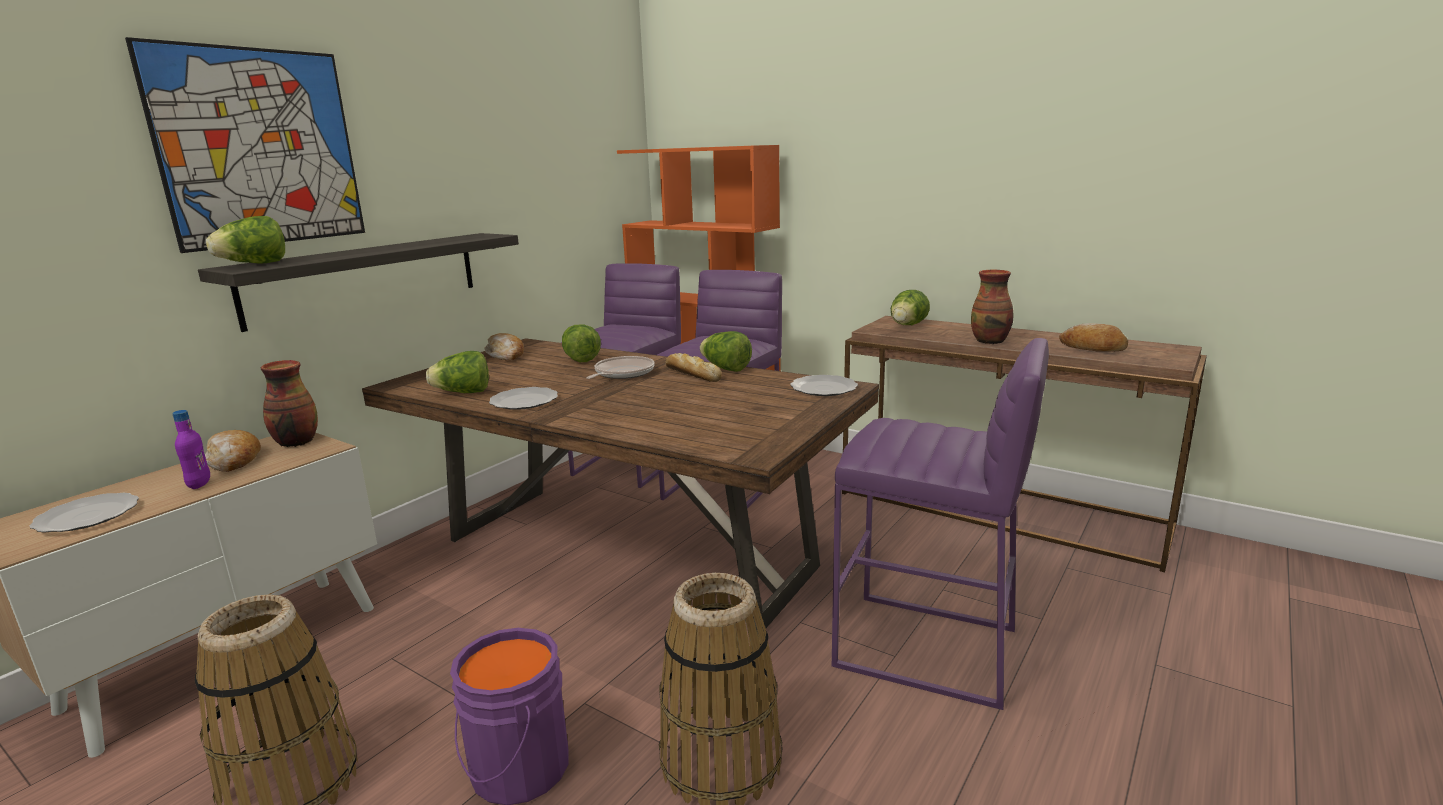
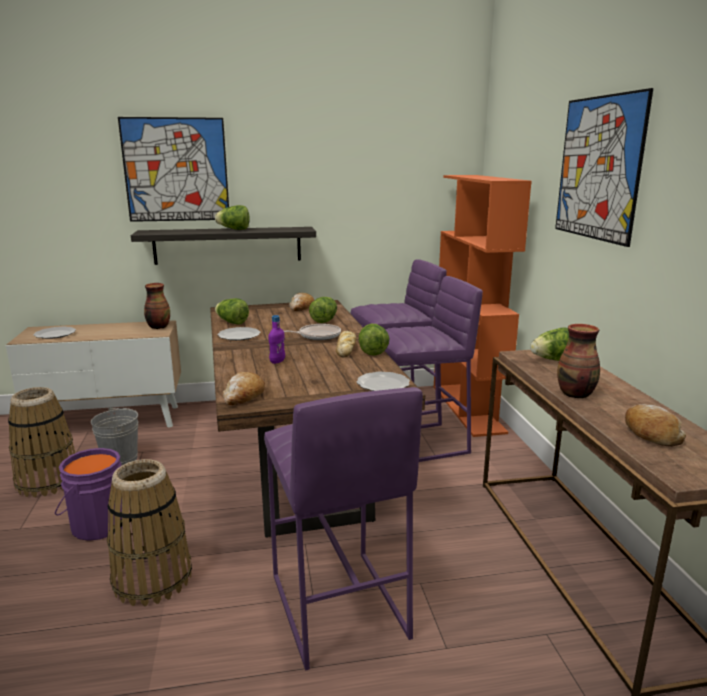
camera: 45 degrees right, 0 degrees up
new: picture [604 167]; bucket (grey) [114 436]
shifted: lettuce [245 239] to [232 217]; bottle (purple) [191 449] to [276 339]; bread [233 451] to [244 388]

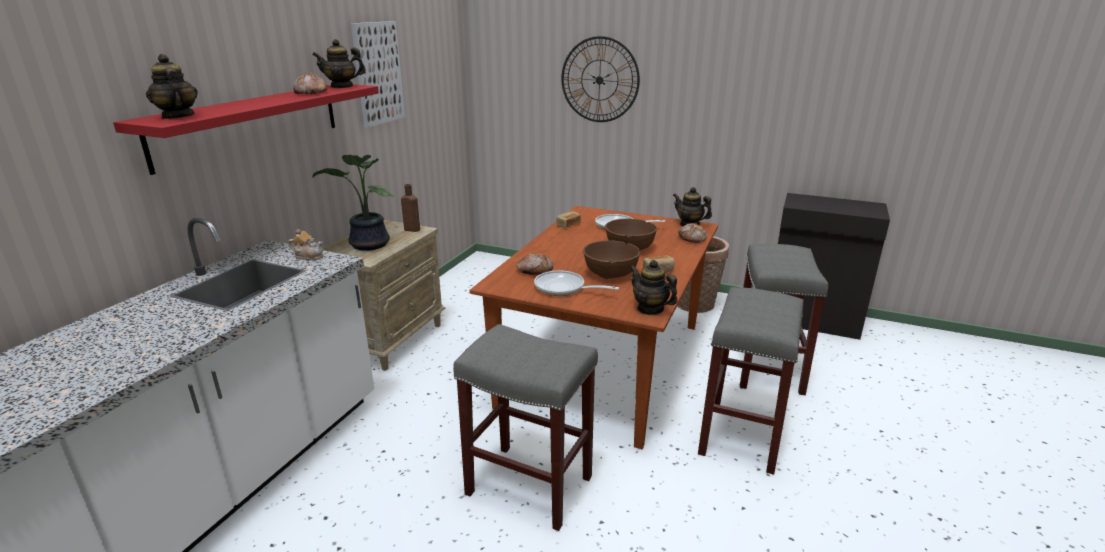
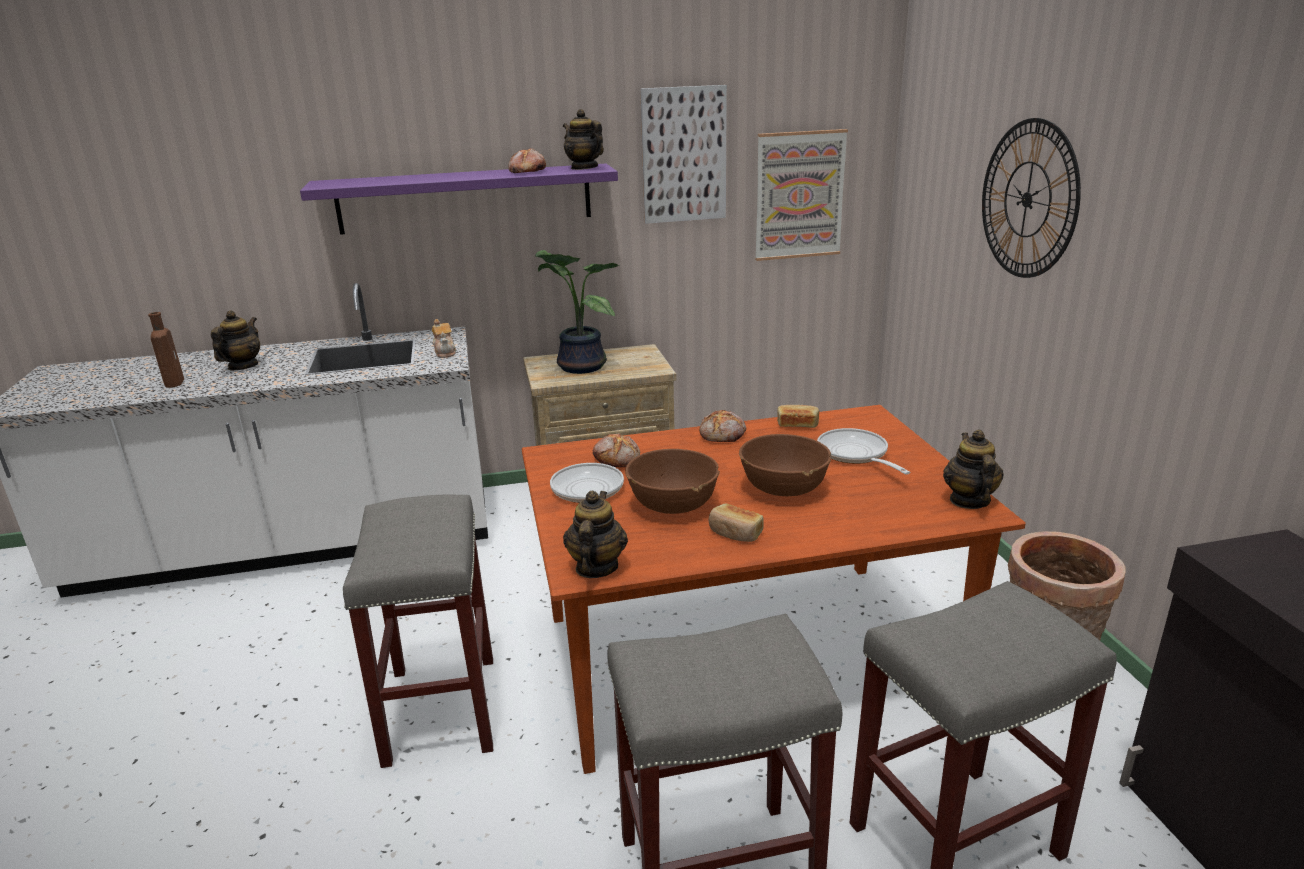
camera: 55 degrees right, 0 degrees up
new: picture [801 195]
shifted: teapot [172 86] to [235 340]; bottle (brown) [410 208] to [166 350]; bread [692 233] to [722 426]
repainted: shelf (red) [246 129] to shelf (purple) [459 199]

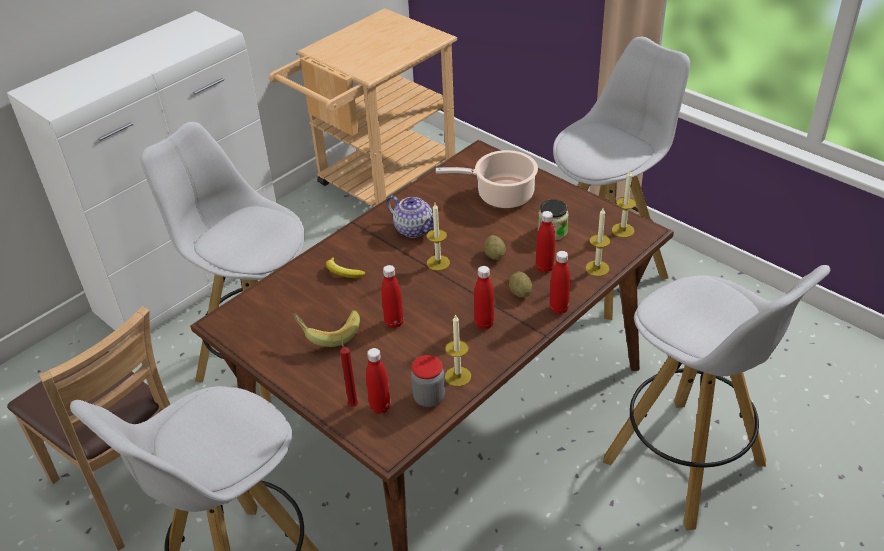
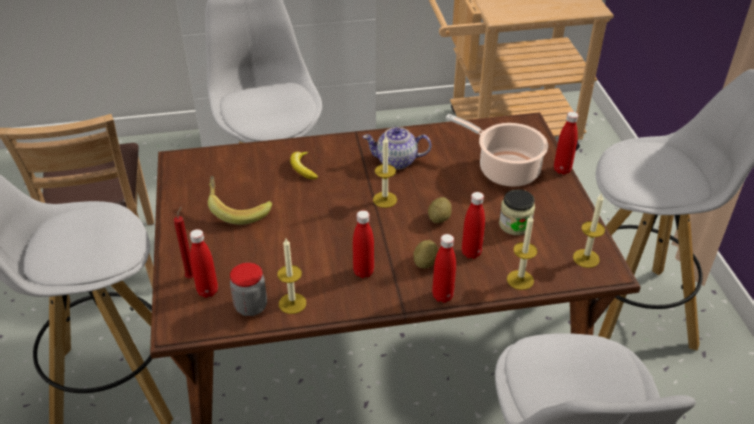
camera: 35 degrees right, 0 degrees up
shifted: bottle (red) [393 296] to [566 143]
rotated: teapot [413 216] = [397 148] 105 degrees clockwise

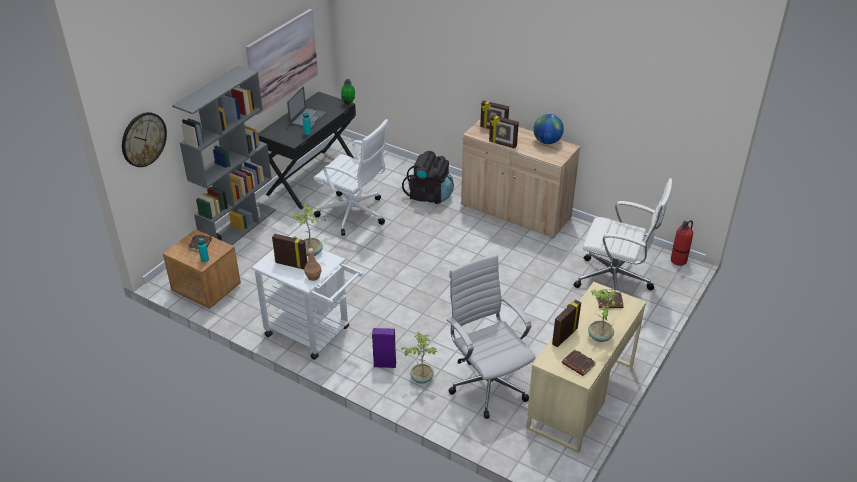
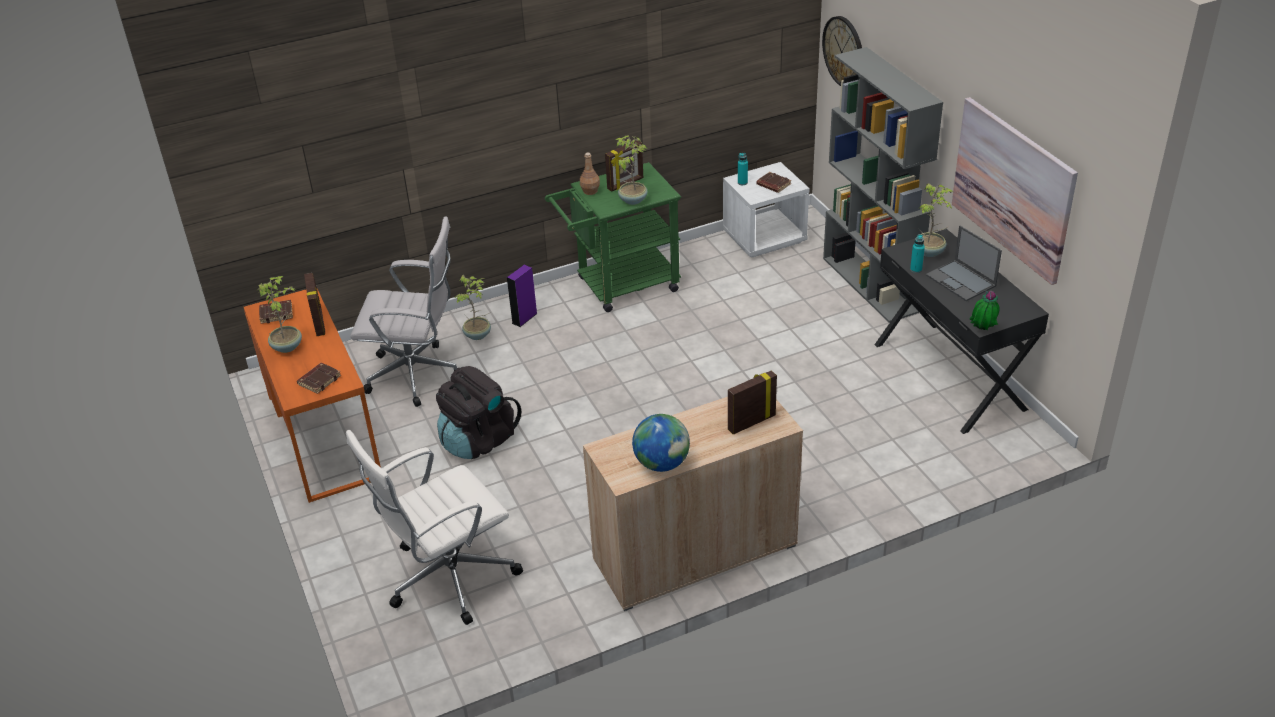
camera: 125 degrees right, 0 degrees up
gone: picture frame [504 132]; office chair (white) [351 177]; fire extinguisher [682 243]
new: potted plant [936 220]
shifted: backpack (black) [428 177] to [478 412]
repainted: nightstand (brown) [202 269] to nightstand (white) [766 209]; cart (white) [307 298] to cart (green) [613 237]; desk (beige) [586 367] to desk (orange) [312 396]

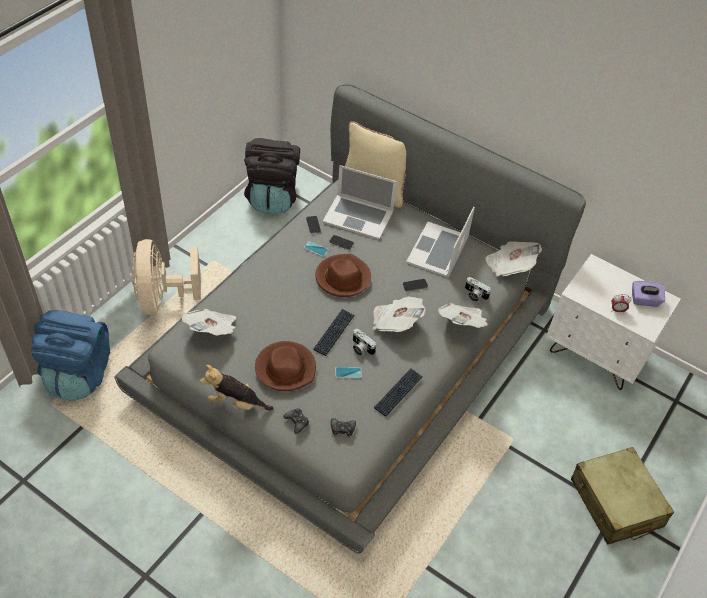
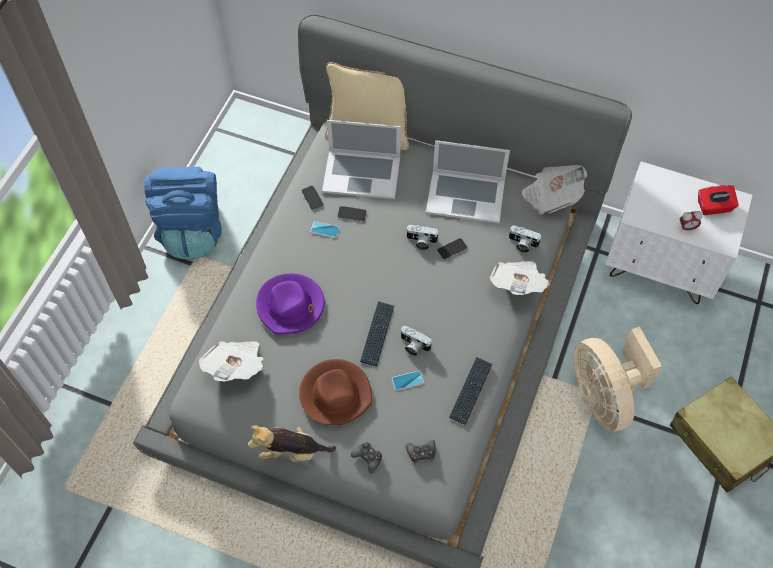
camera: 10 degrees left, 10 degrees up
gone: backpack (black) [272 176]; hat (brown) [343 275]; newspaper [399 314]
new: photo camera [422 237]; hat (purple) [290 303]
shifted: fan (beige) [166 277] to [618 379]; backpack (blue) [70 355] to [183 213]
repainted: tissue box (purple) [648 294] to tissue box (red) [718 200]
rotated: laptop [440 242] = [468 181] 90 degrees counterclockwise

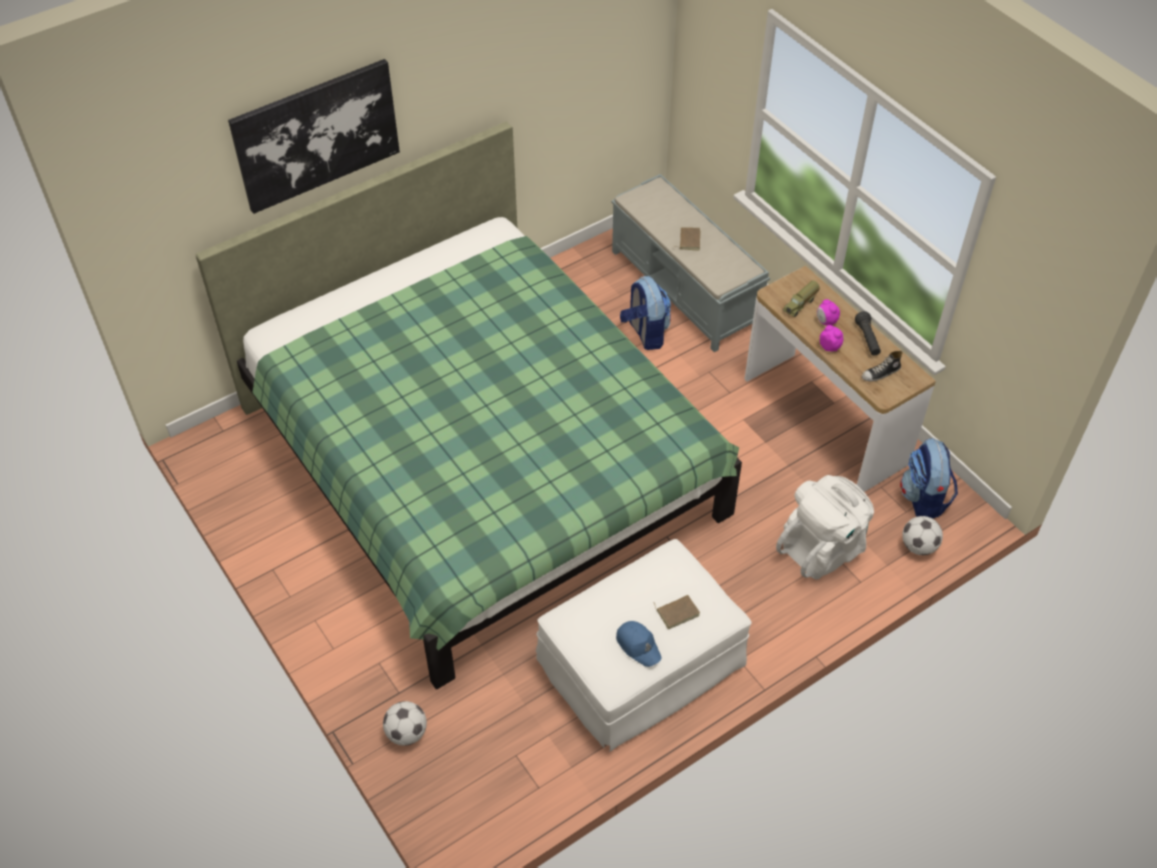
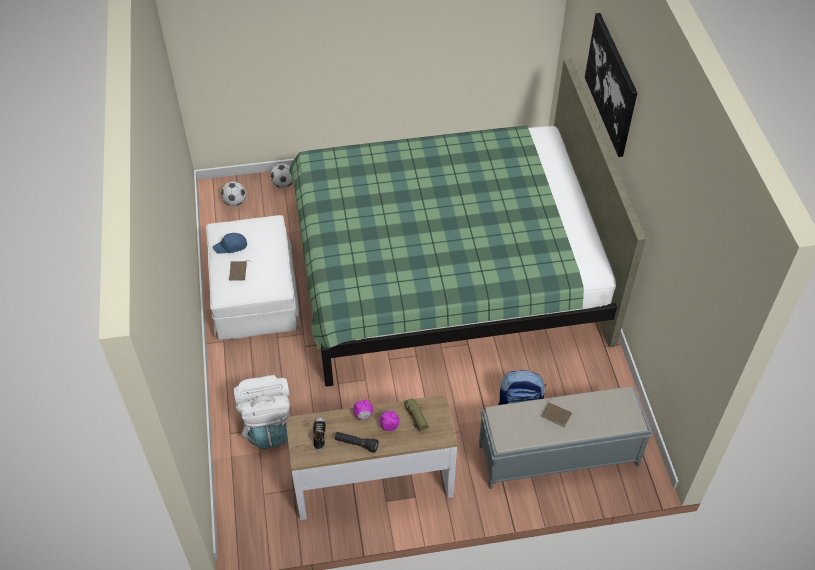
camera: 115 degrees right, 0 degrees up
gone: backpack [929 478]
shifted: football [922 535] to [233 193]

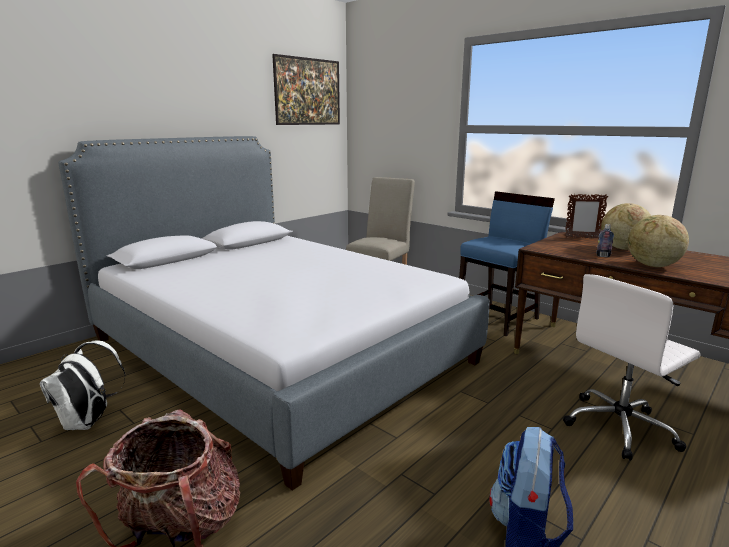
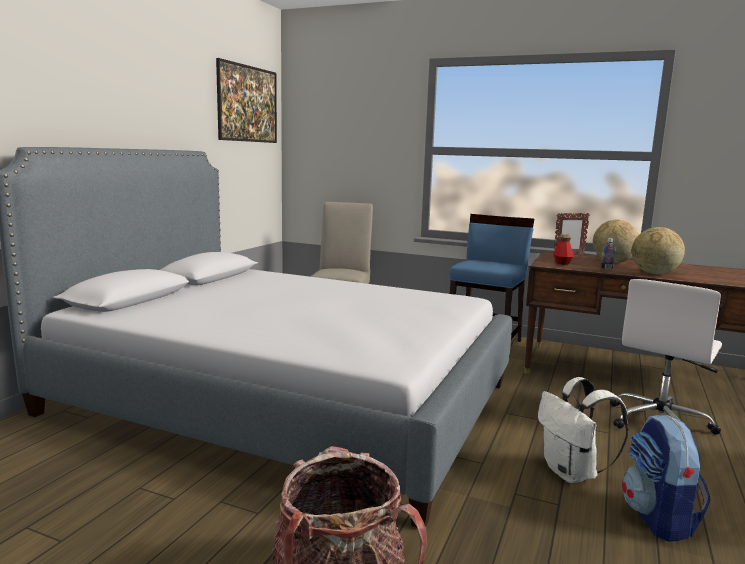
camera: 20 degrees left, 5 degrees down
new: bottle [563 249]
shifted: backpack (white) [83 385] to [583 430]

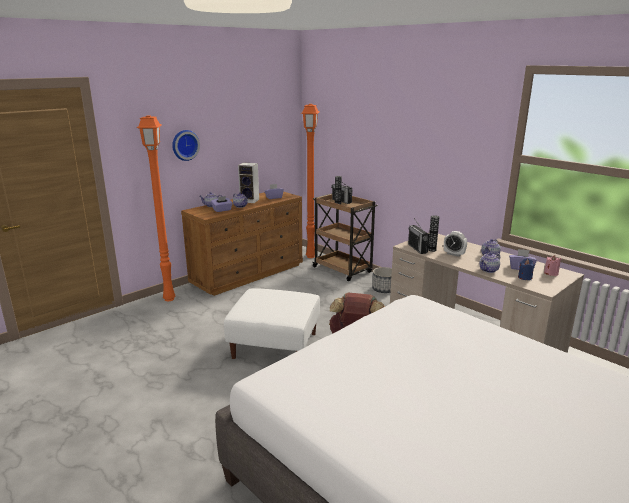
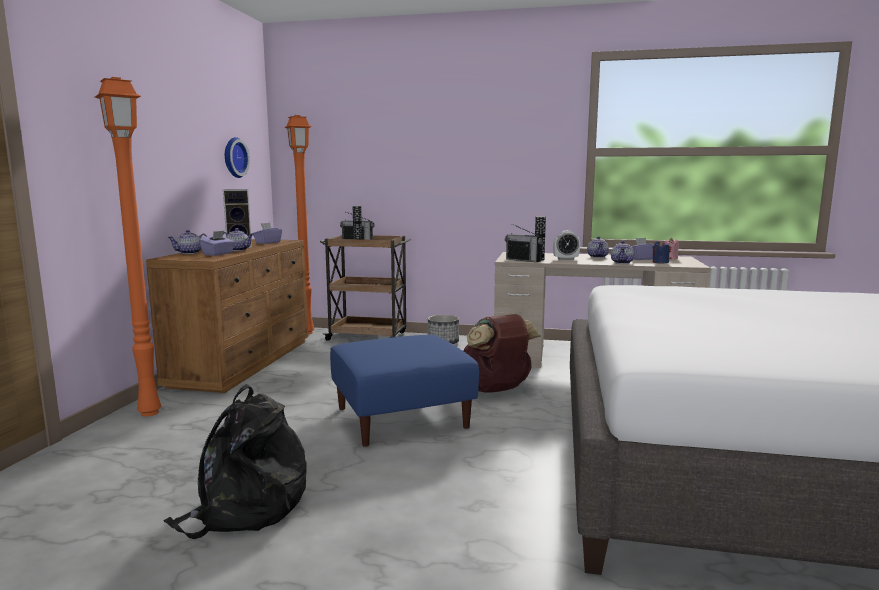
camera: 35 degrees left, 10 degrees down
new: backpack (black) [235 461]
shifted: wall clock [186 145] to [237 157]
repainted: ottoman (white) [272 323] to ottoman (blue) [404 391]

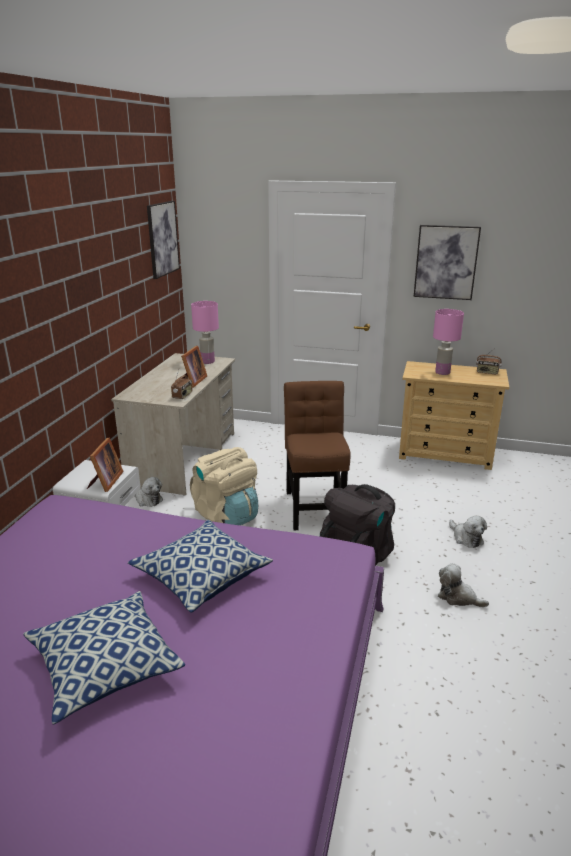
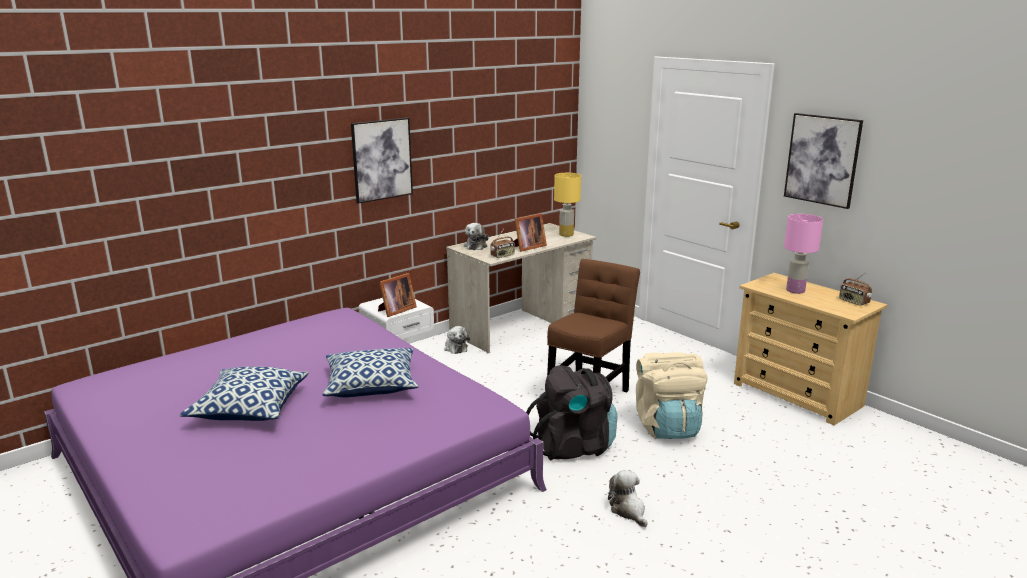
camera: 35 degrees right, 5 degrees down
shifted: picture [163 240] to [382 161]; backpack (beige) [224 486] to [672 395]; plush toy [468 532] to [476 236]
repainted: table lamp (pink) [205 332] to table lamp (yellow) [567 205]

